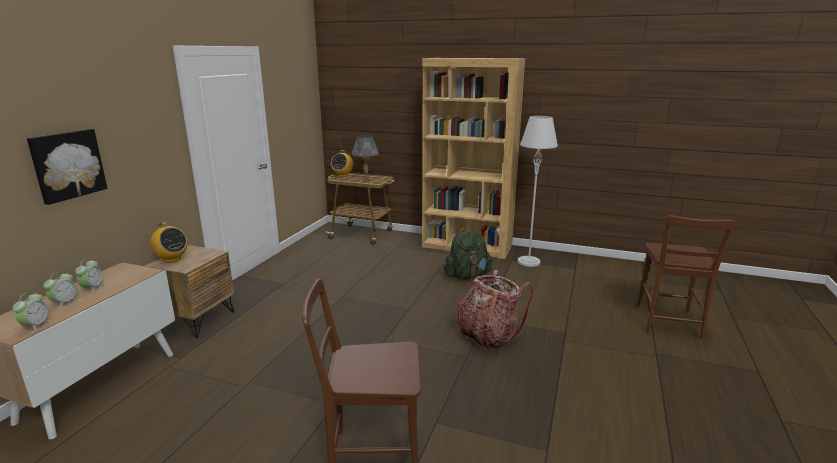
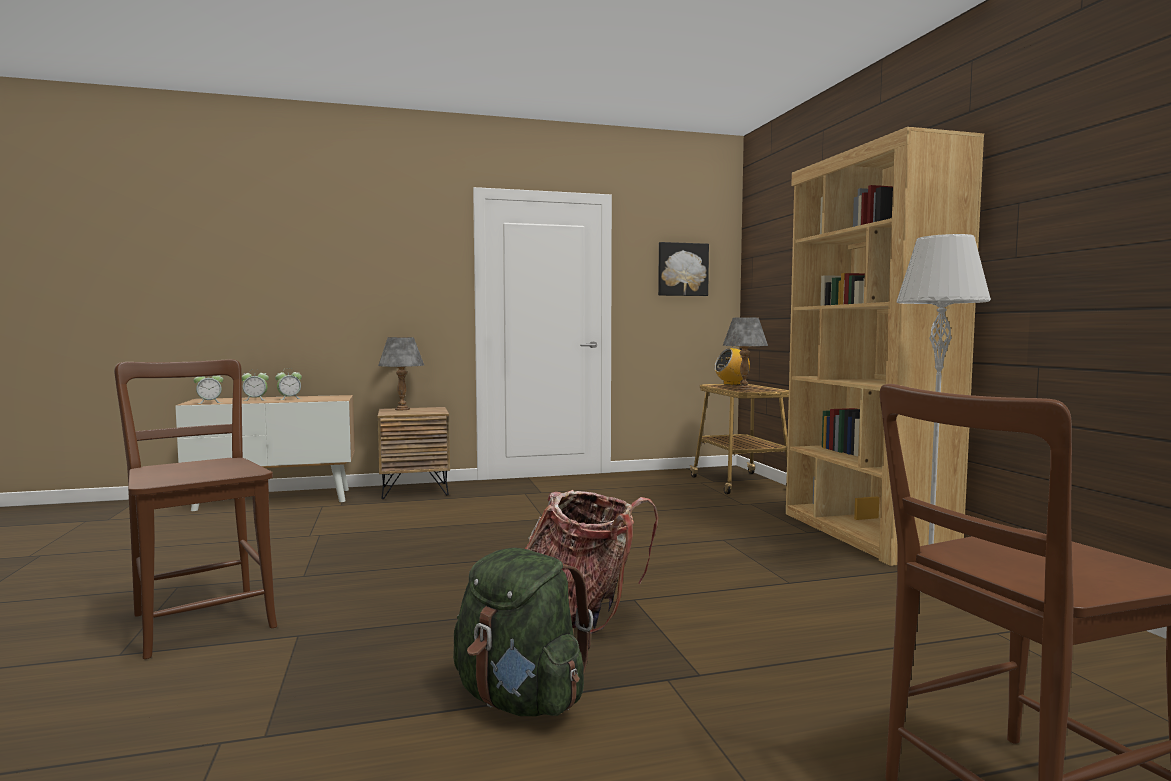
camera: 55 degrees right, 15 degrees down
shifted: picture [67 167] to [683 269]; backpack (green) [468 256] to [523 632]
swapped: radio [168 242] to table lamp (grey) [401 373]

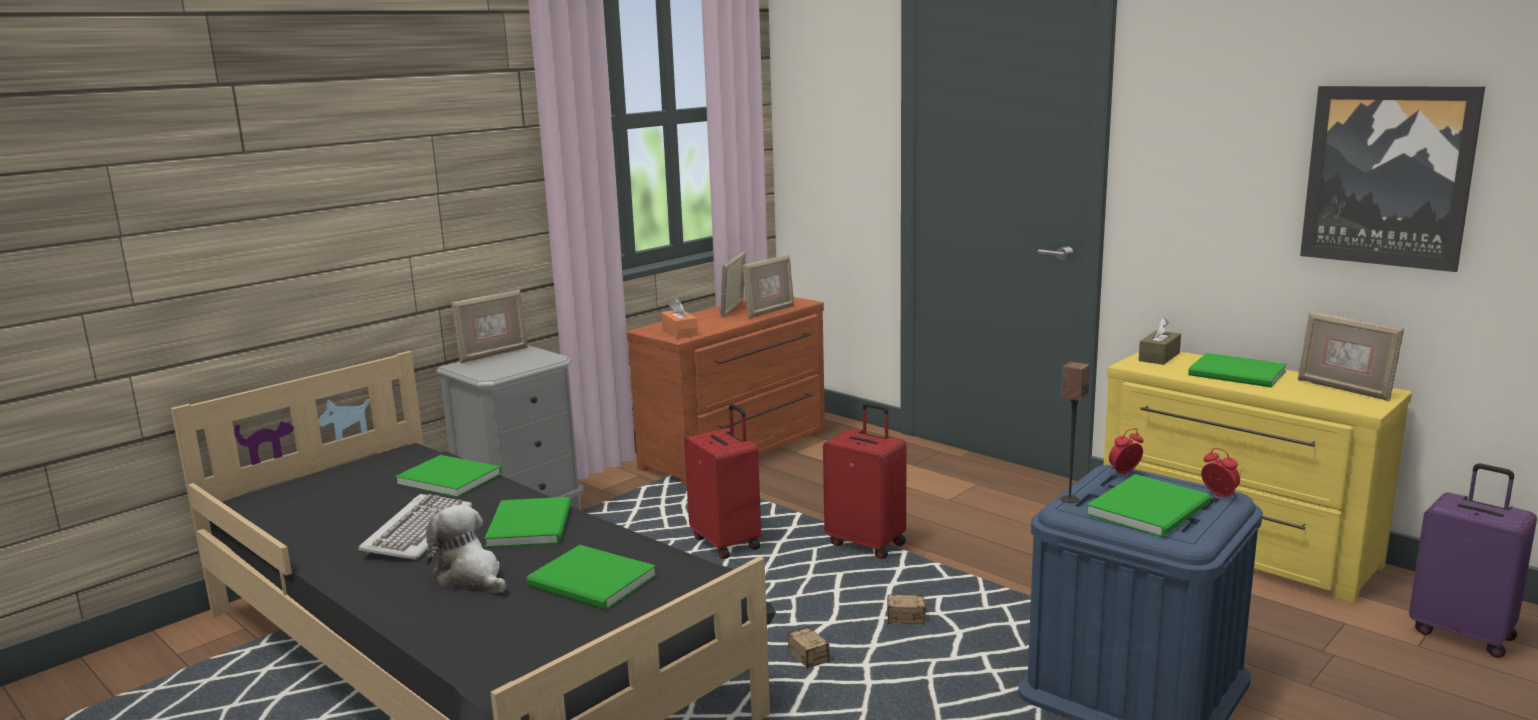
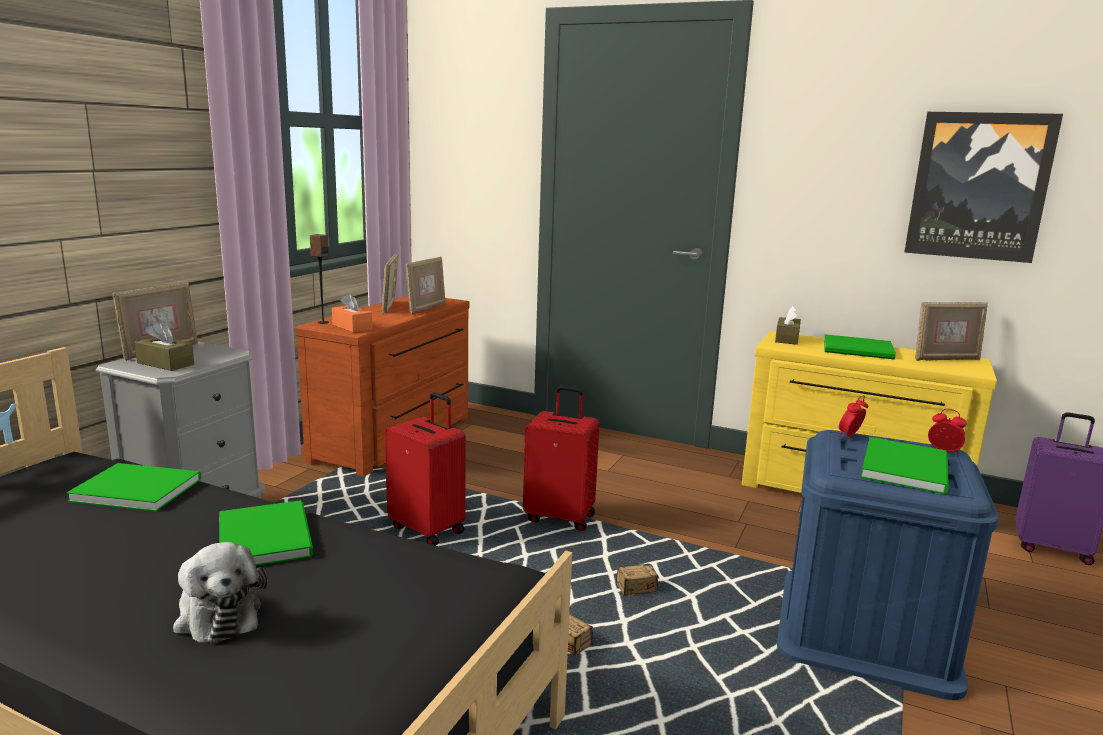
camera: 20 degrees left, 0 degrees up
gone: keyboard [415 527]; book (green) [591 577]
new: tissue box (brown) [164 346]
shifted: speaker [1075 432] to [319 279]
rotated: picture frame [1351 356] = [951 331] 45 degrees counterclockwise; plush toy [466 549] = [220 593] 150 degrees counterclockwise

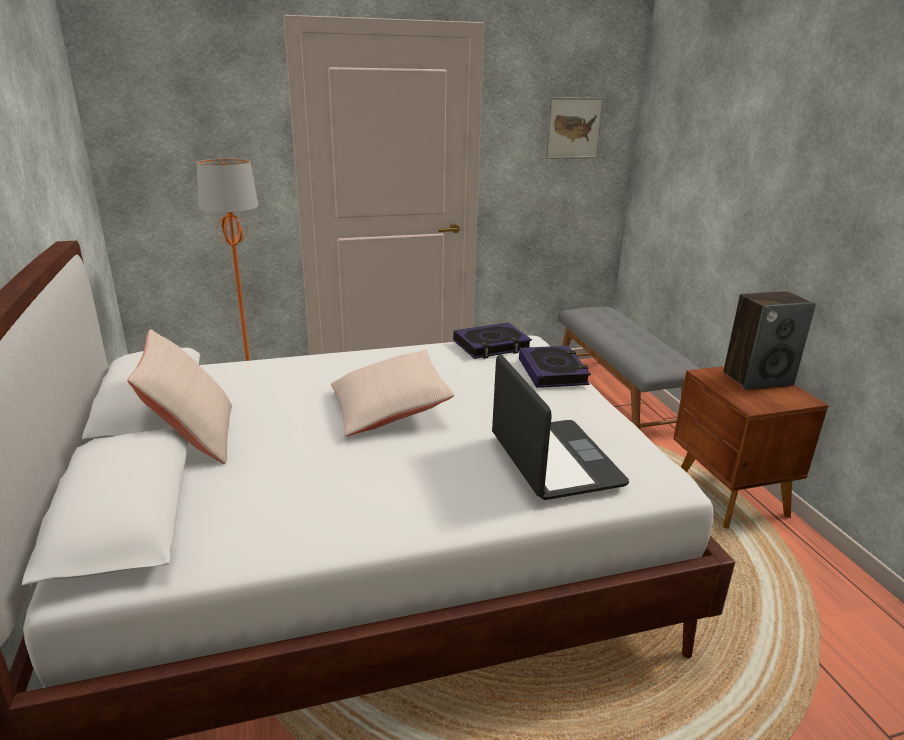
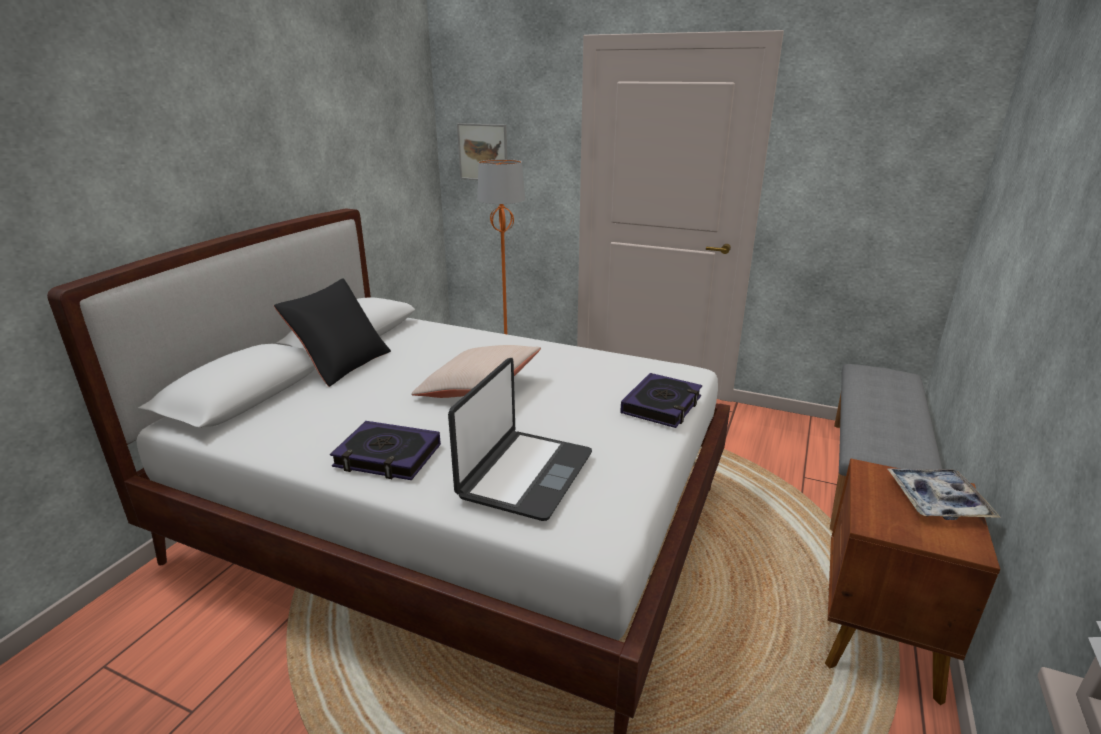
camera: 40 degrees right, 0 degrees up
shifted: picture [574 128] to [482 151]; book [492 340] to [385 450]
swapped: speaker [769 340] to tray [944 494]
repainted: pillow (beige) [179 396] to pillow (black) [332 332]

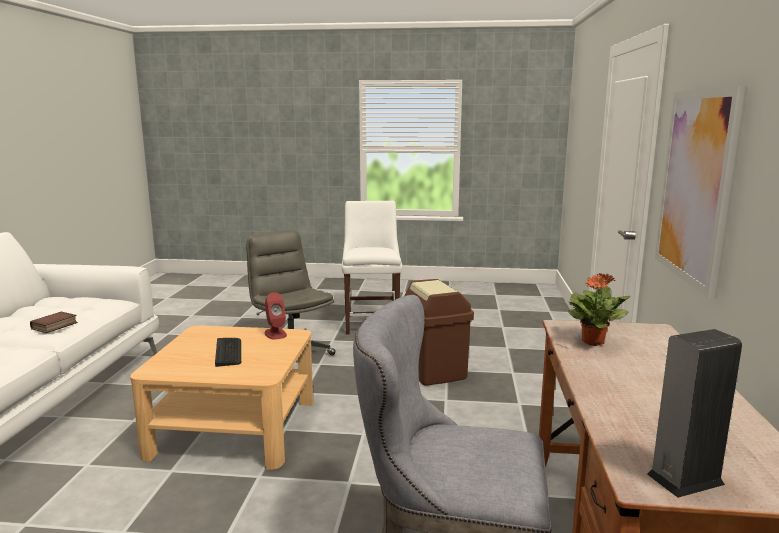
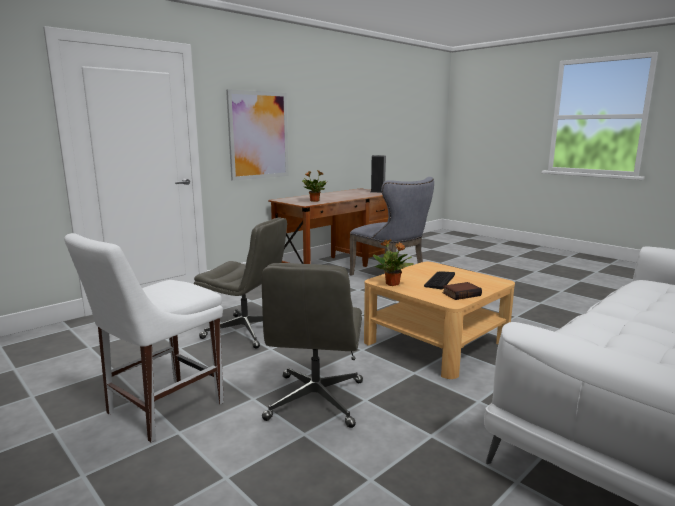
camera: 140 degrees left, 0 degrees up
shifted: book [53 322] to [462 291]
swapped: trash can (brown) [439 332] to office chair (grey) [240 283]; speaker (red) [276 315] to potted plant [393 262]

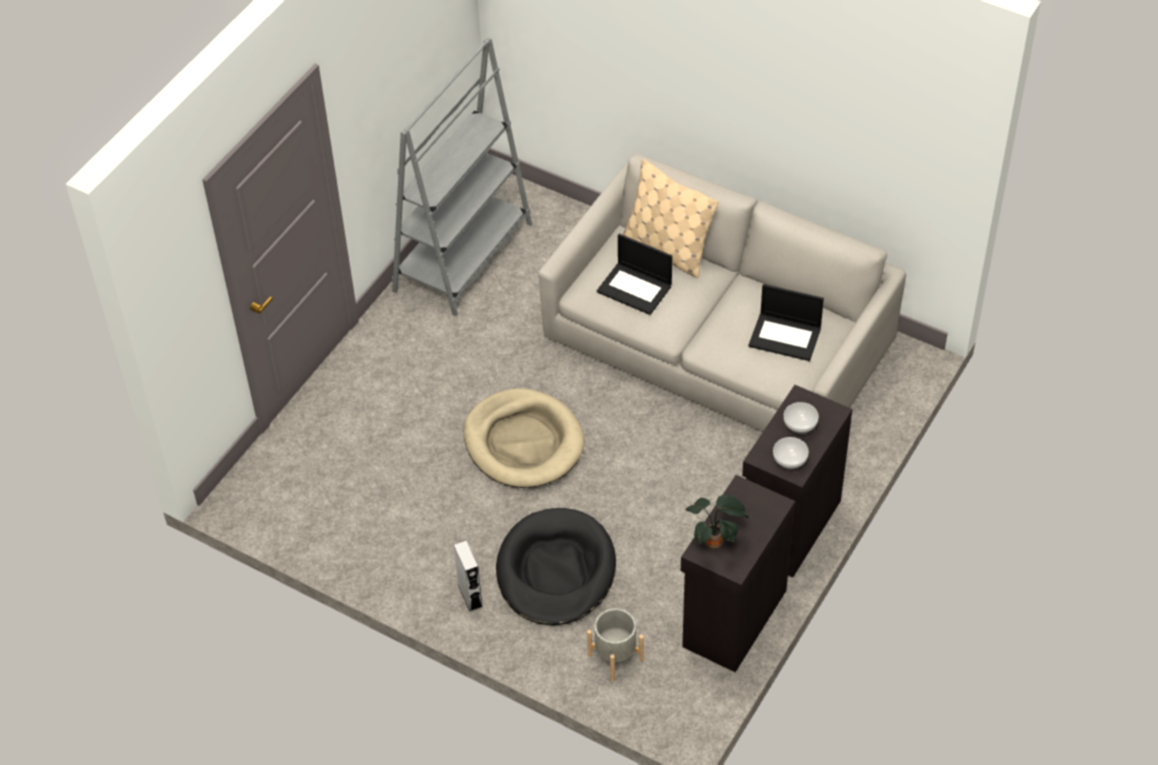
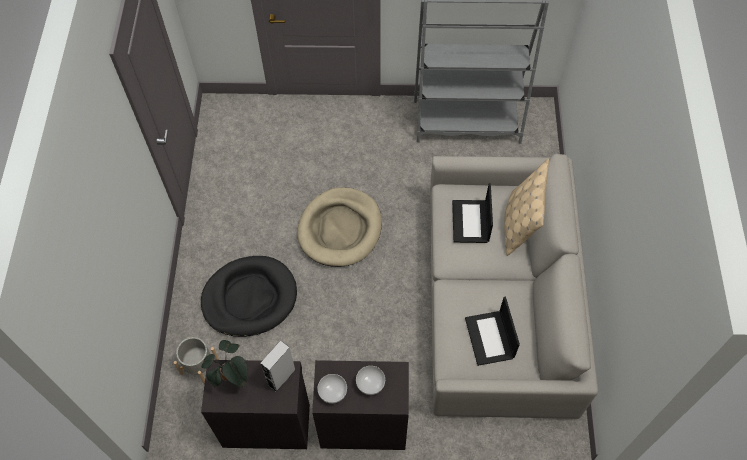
camera: 60 degrees right, 10 degrees up
shifted: speaker (grey) [468 576] to [278 366]

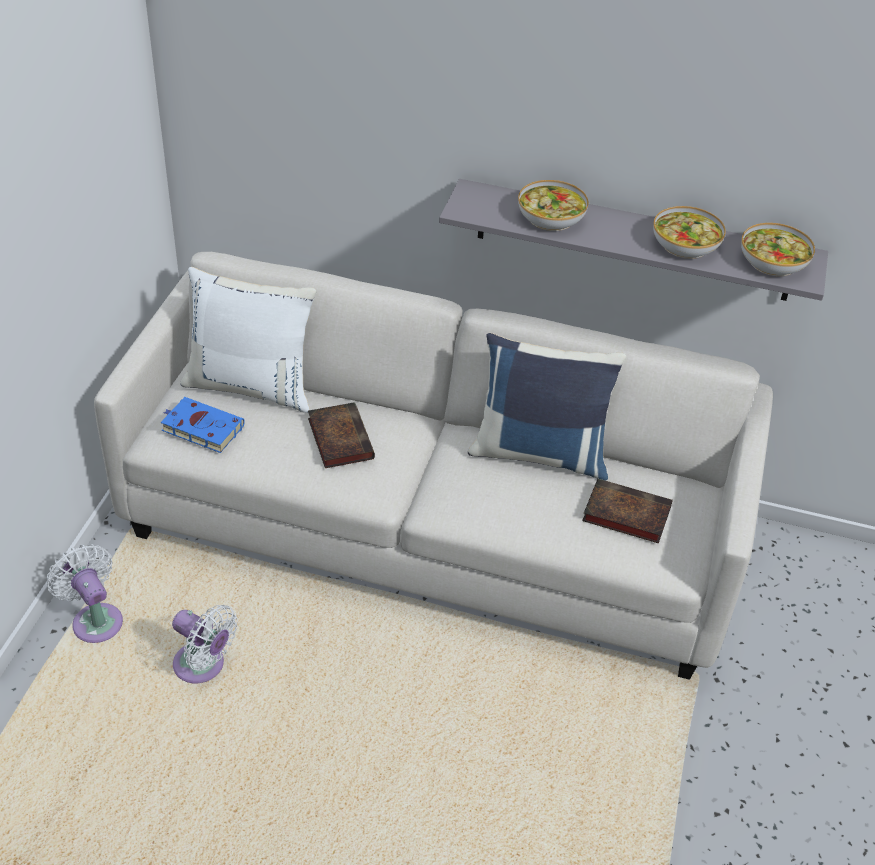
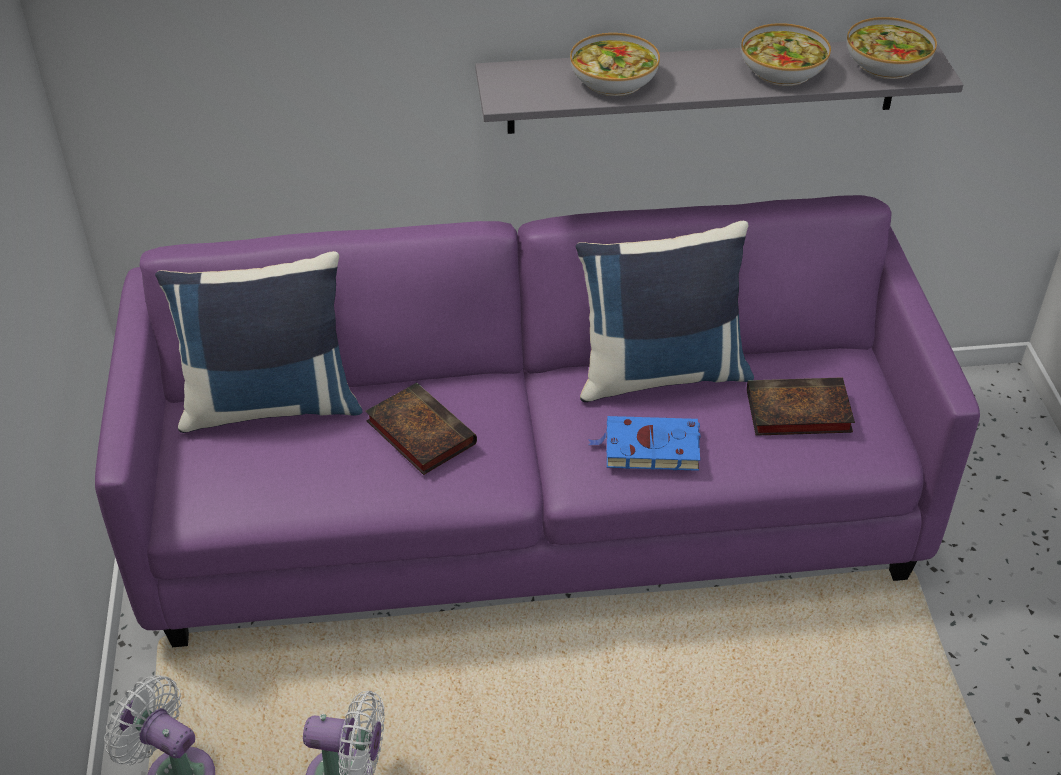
camera: 20 degrees left, 0 degrees up
shifted: book (blue) [203 425] to [645 443]
repainted: sofa (white) [433 466] to sofa (purple) [537 421]; pillow (white) [248 340] to pillow (blue) [259 342]

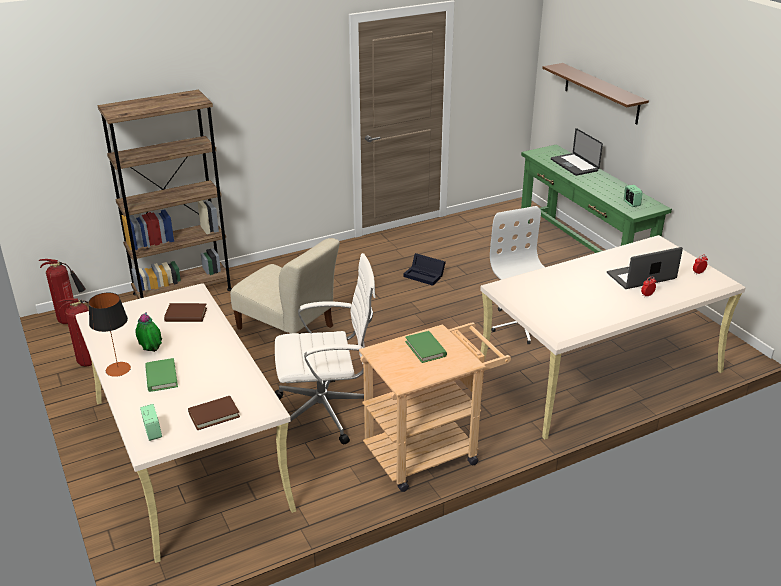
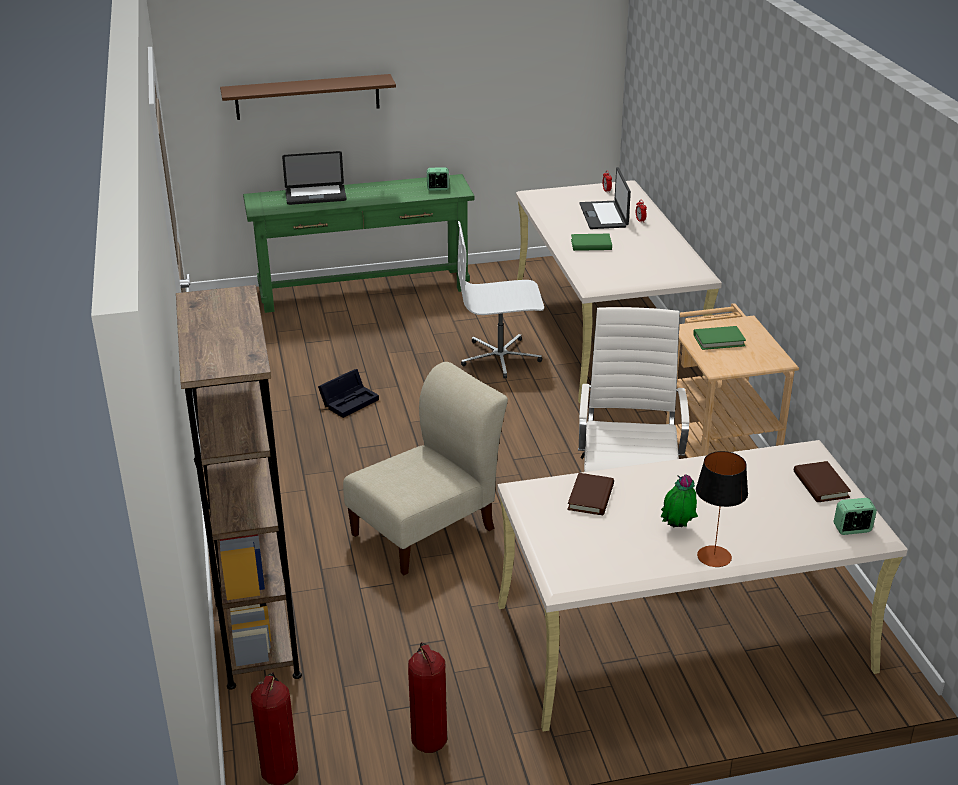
camera: 75 degrees left, 0 degrees up
shifted: book (green) [161 375] to [591 242]

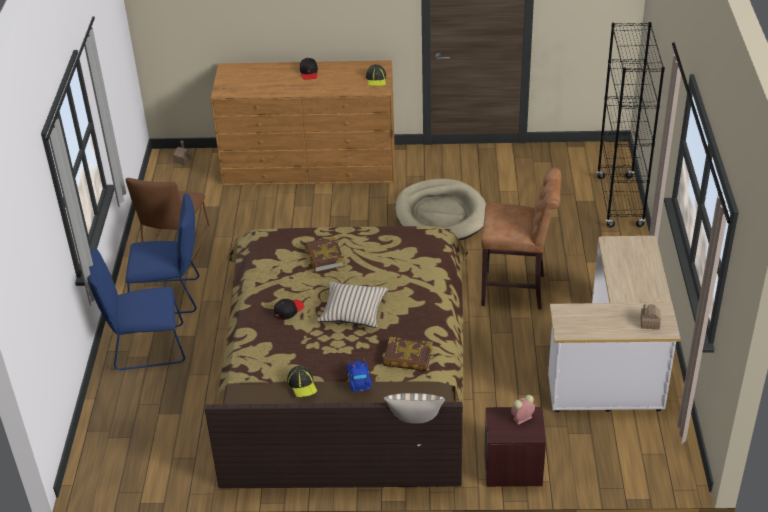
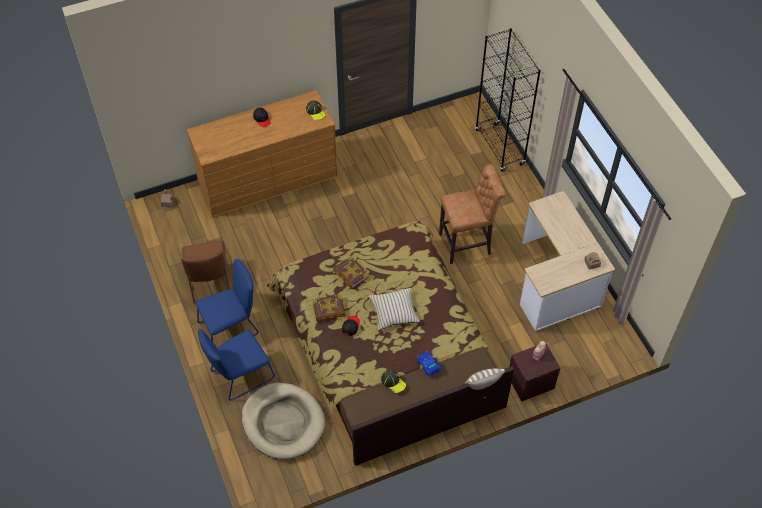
camera: 25 degrees left, 15 degrees up
shifted: dog bed (beige) [440 209] to [283 421]; book [408 354] to [329 307]

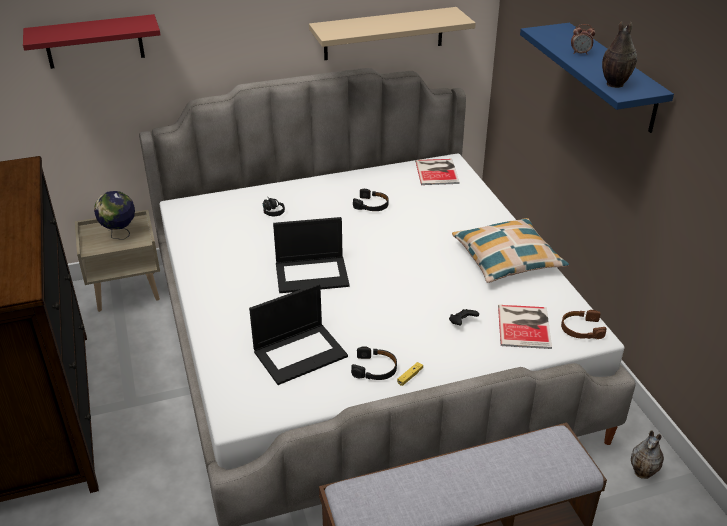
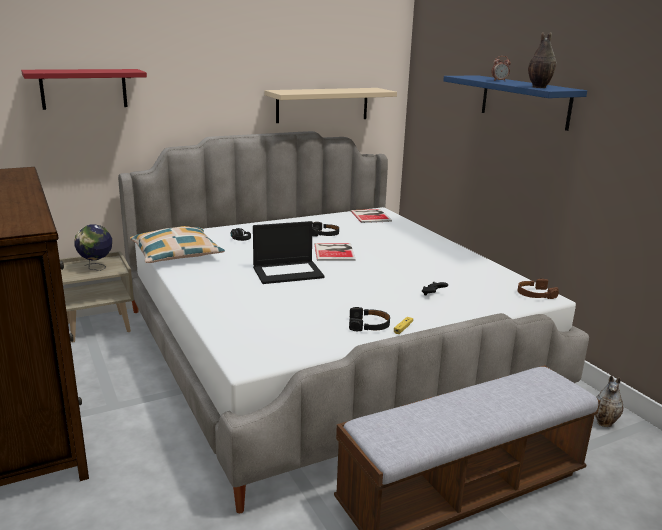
camera: 10 degrees left, 15 degrees down
gone: laptop [298 334]
shifted: pillow [510 250] to [177 244]; book [525 327] to [335 252]

